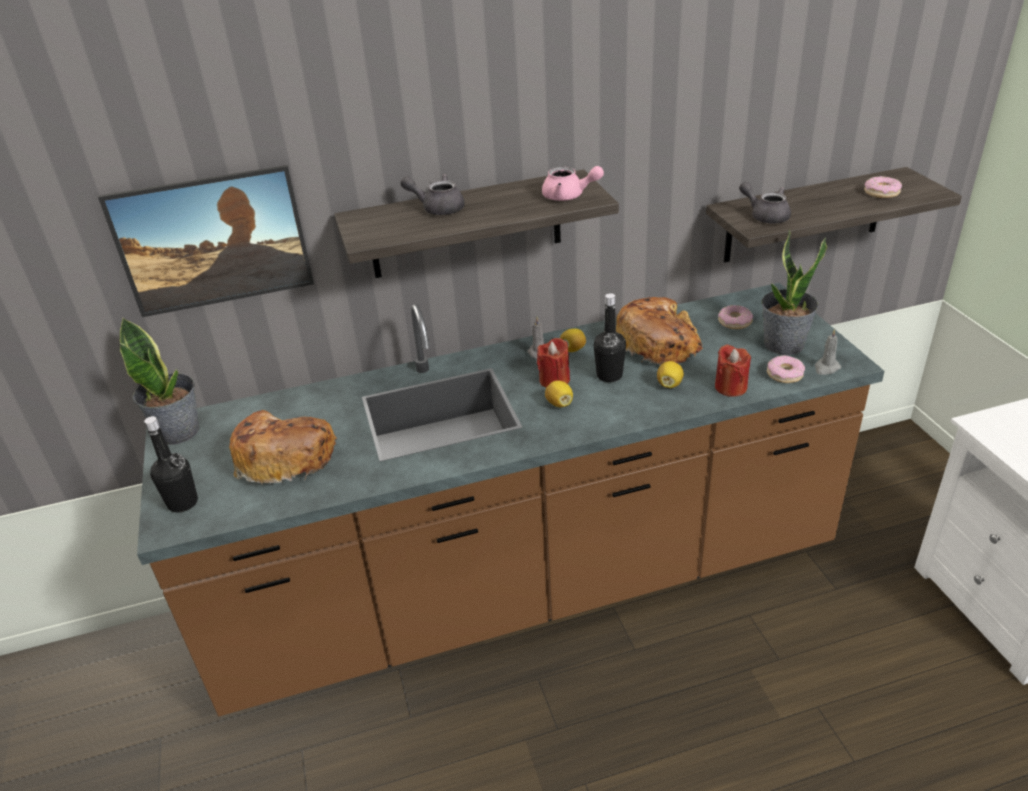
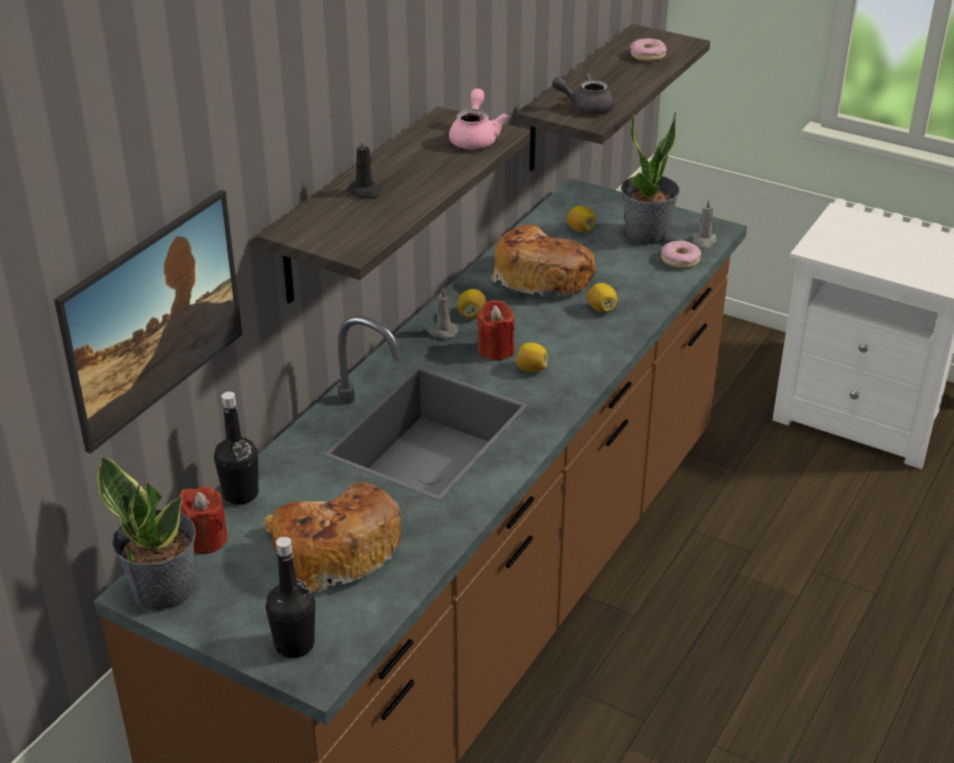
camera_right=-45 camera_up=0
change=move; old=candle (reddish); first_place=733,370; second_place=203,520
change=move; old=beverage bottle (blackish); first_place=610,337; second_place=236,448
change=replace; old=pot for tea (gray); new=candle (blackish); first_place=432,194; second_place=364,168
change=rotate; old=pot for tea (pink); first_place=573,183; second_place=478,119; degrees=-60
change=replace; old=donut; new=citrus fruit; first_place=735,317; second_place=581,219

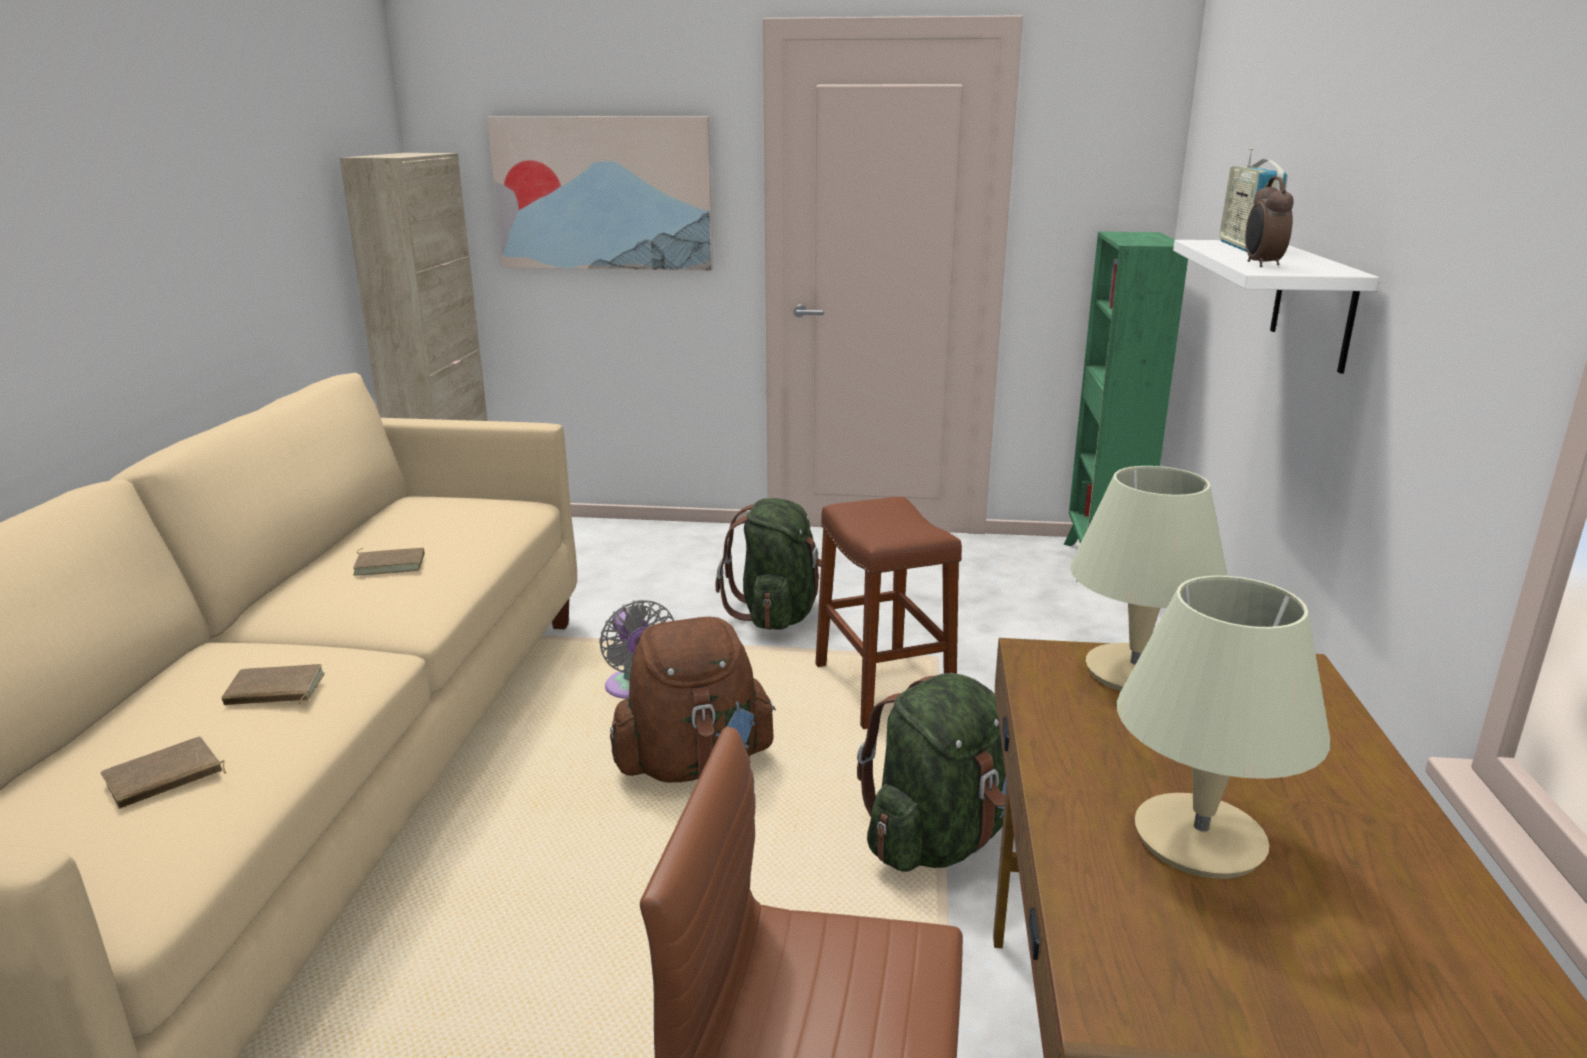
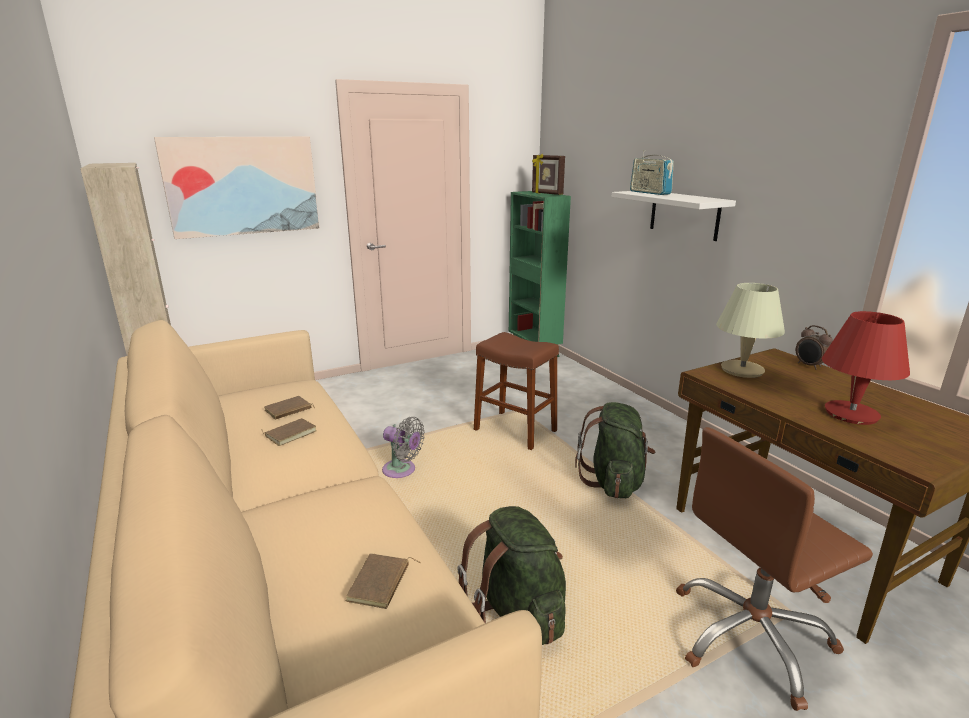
camera_right=-35 camera_up=0
change=move; old=volume (brown-coloured); first_place=273,684; second_place=289,408
change=move; old=knapsack (green); first_place=768,564; second_place=511,575
change=insert; new=picture frame; second_place=548,174
change=move; old=table clock; first_place=1269,221; second_place=814,347
change=recolor; old=tabletop lamp (beige); new=tabletop lamp (reddish); first_place=1223,727; second_place=866,368
change=delete; old=knapsack (brown-coloured); first_place=693,700

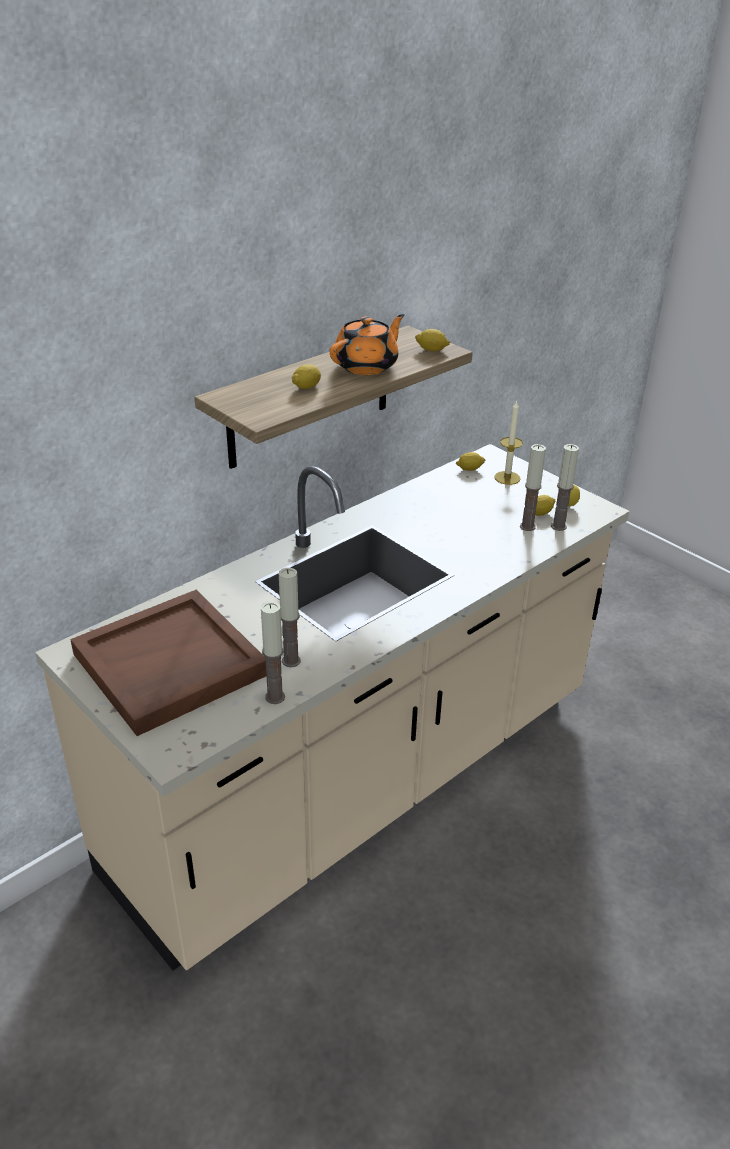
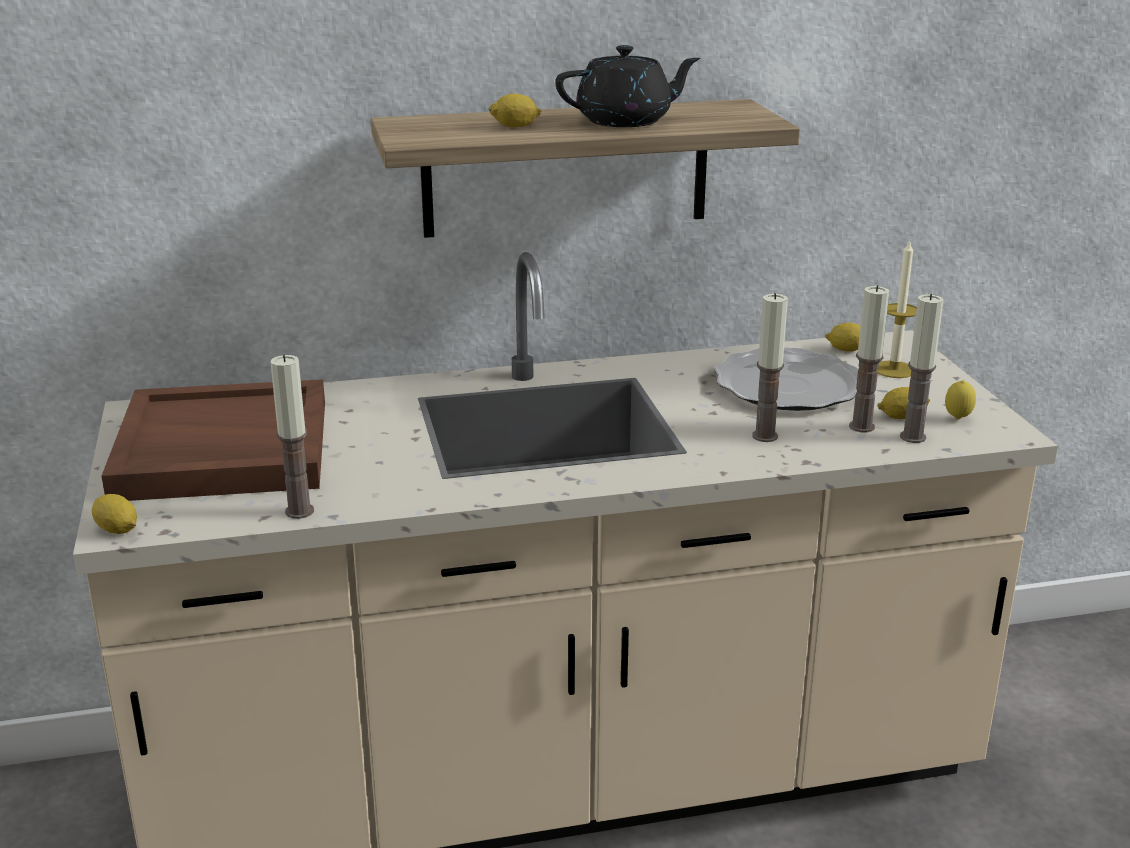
camera_right=30 camera_up=-10
change=move; old=citrus fruit; first_place=432,340; second_place=114,514
change=recolor; old=pot for tea (orange); new=pot for tea (blackish); first_place=367,344; second_place=628,86
change=insert; new=flat dish; second_place=786,379
change=move; old=candle; first_place=290,617; second_place=770,367

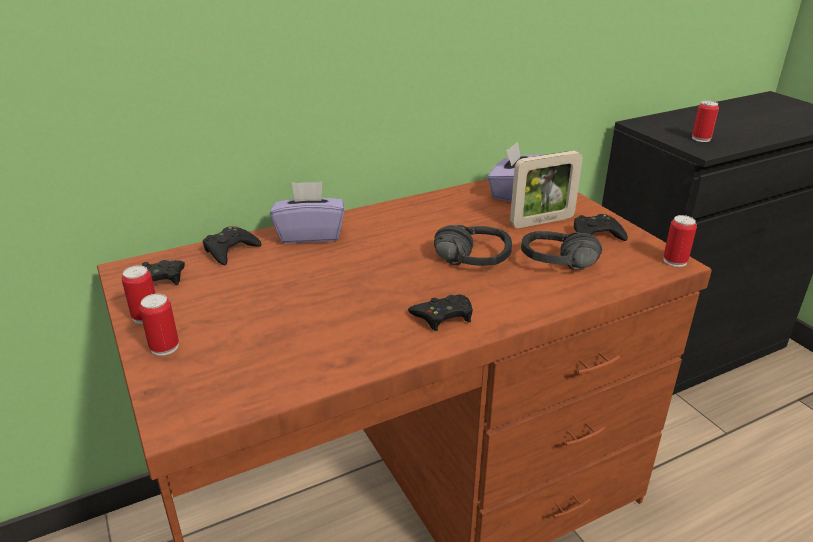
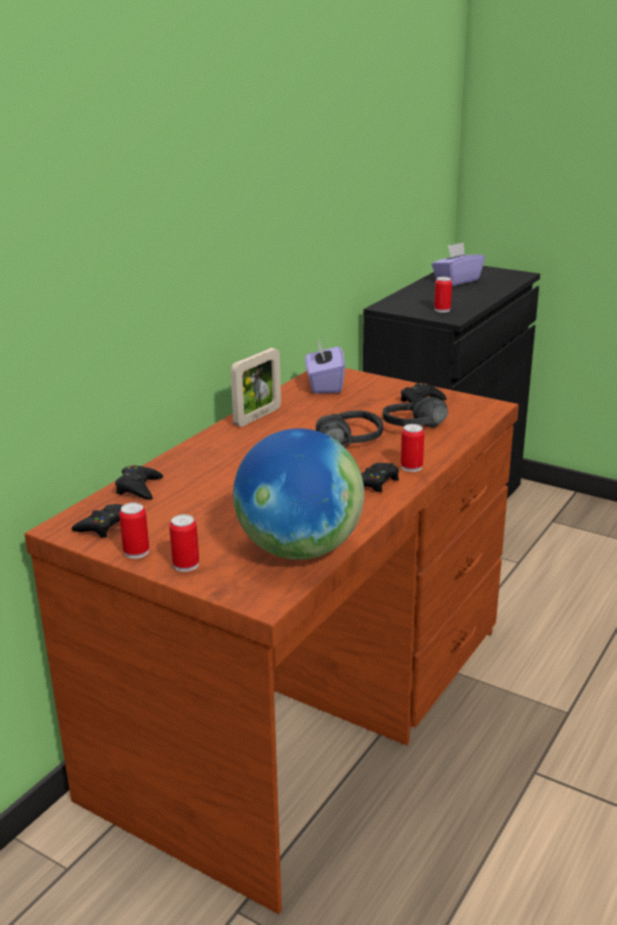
camera_right=-30 camera_up=-5
change=move; old=picture frame; first_place=546,189; second_place=256,387
change=insert; new=globe; second_place=298,494
change=move; old=metal can; first_place=680,241; second_place=412,448
change=move; old=tissue box (purplish); first_place=307,212; second_place=458,264

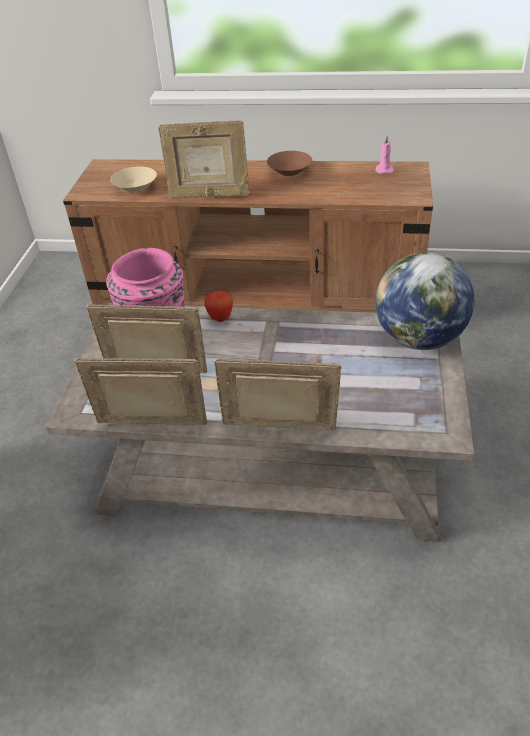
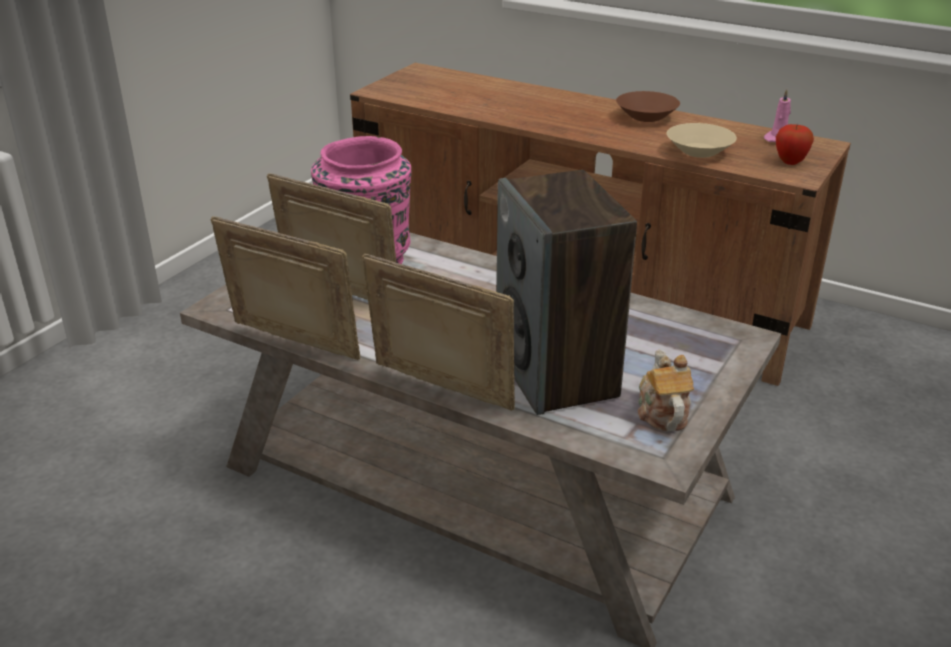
camera_right=20 camera_up=-10
change=insert; new=speaker; second_place=566,292
change=insert; new=pot for tea; second_place=666,390
change=move; old=bowl (beige); first_place=134,179; second_place=702,140
change=move; old=apple fruit; first_place=218,306; second_place=795,144
change=delete; old=picture frame; first_place=204,159
change=delete; old=globe; first_place=424,301

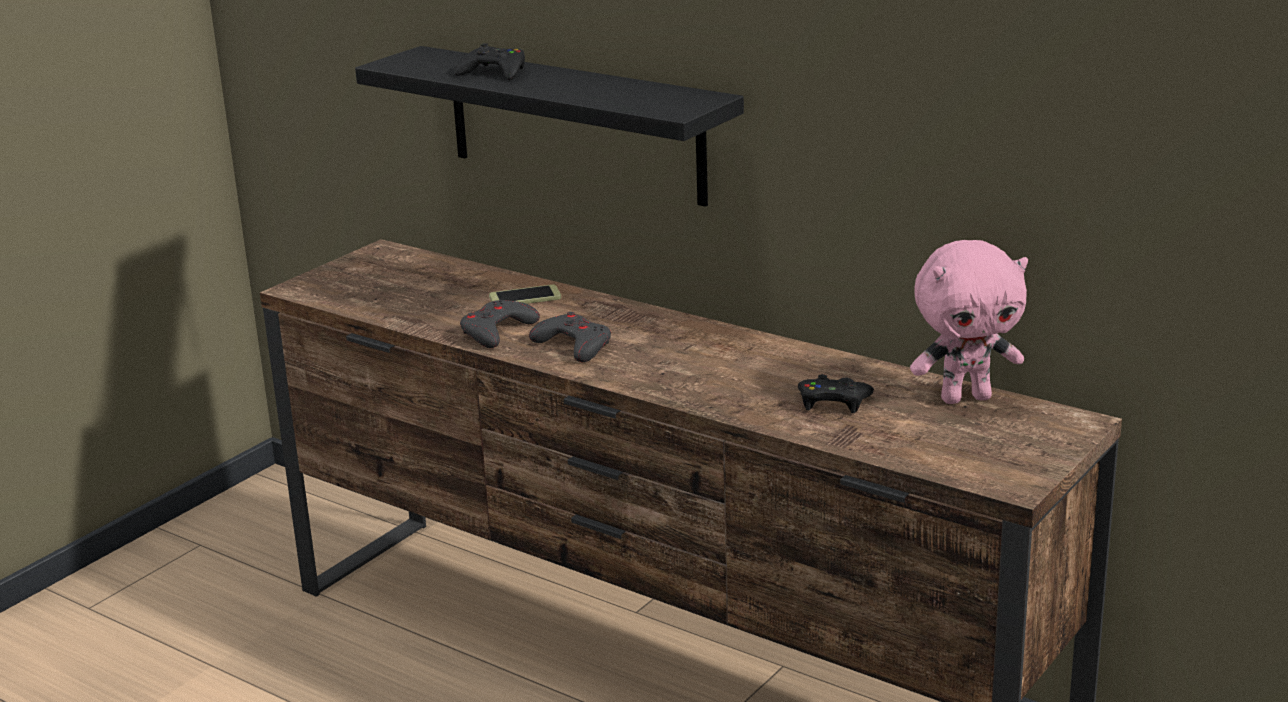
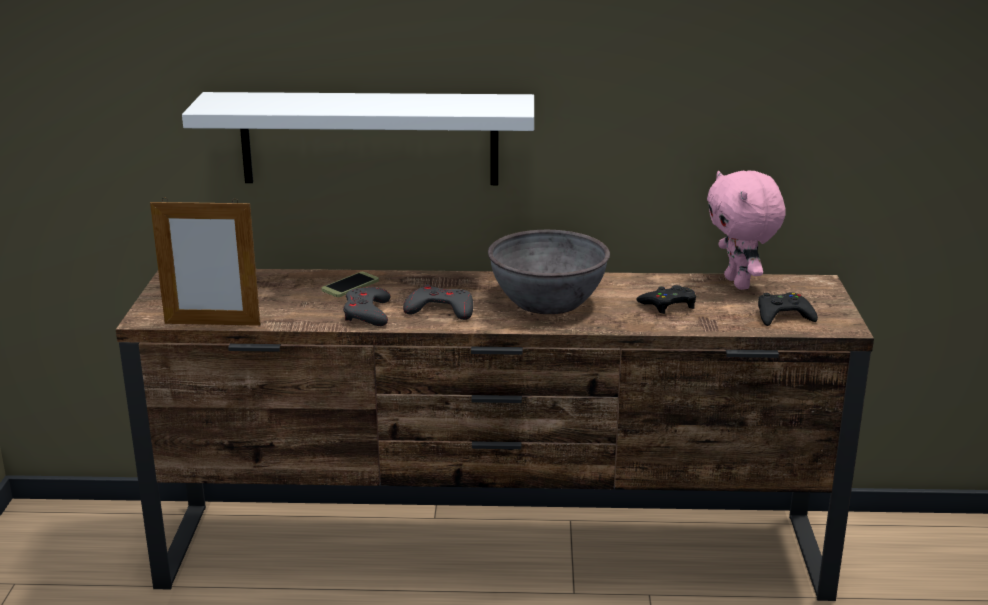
camera_right=-35 camera_up=0
change=insert; new=picture frame; second_place=205,262
change=recolor; old=shelf (blackish); new=shelf (white); first_place=549,126; second_place=358,138
change=insert; new=bowl (gray); second_place=549,272
change=rotate; old=plush toy (pink); first_place=969,322; second_place=746,230; degrees=120
change=move; old=gamepad (blackish); first_place=489,61; second_place=788,309

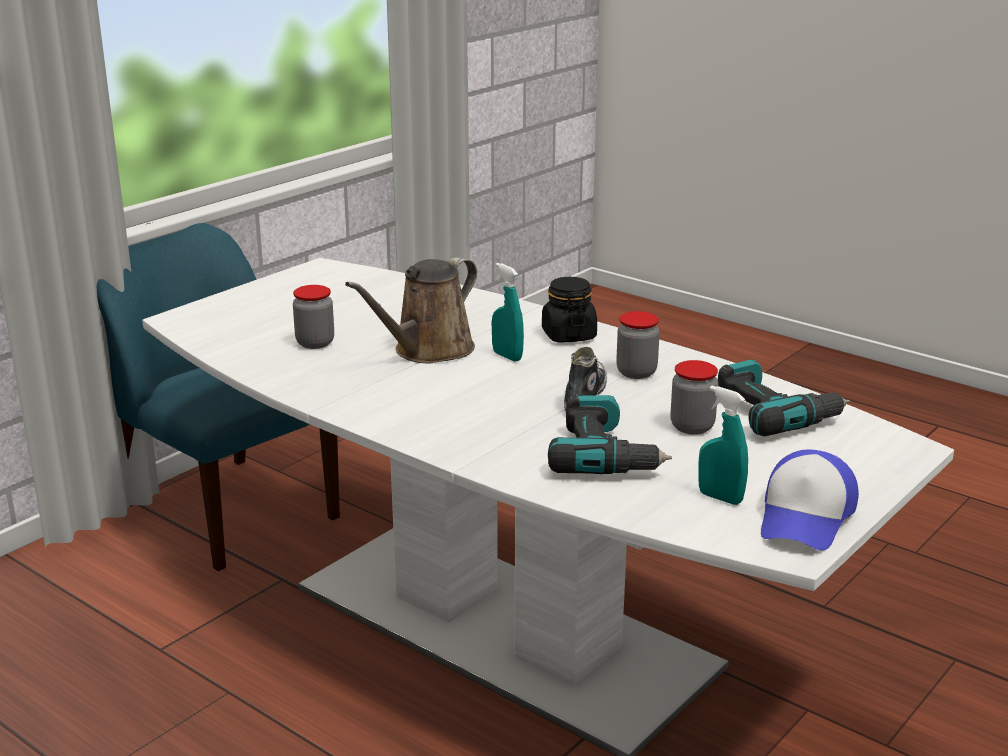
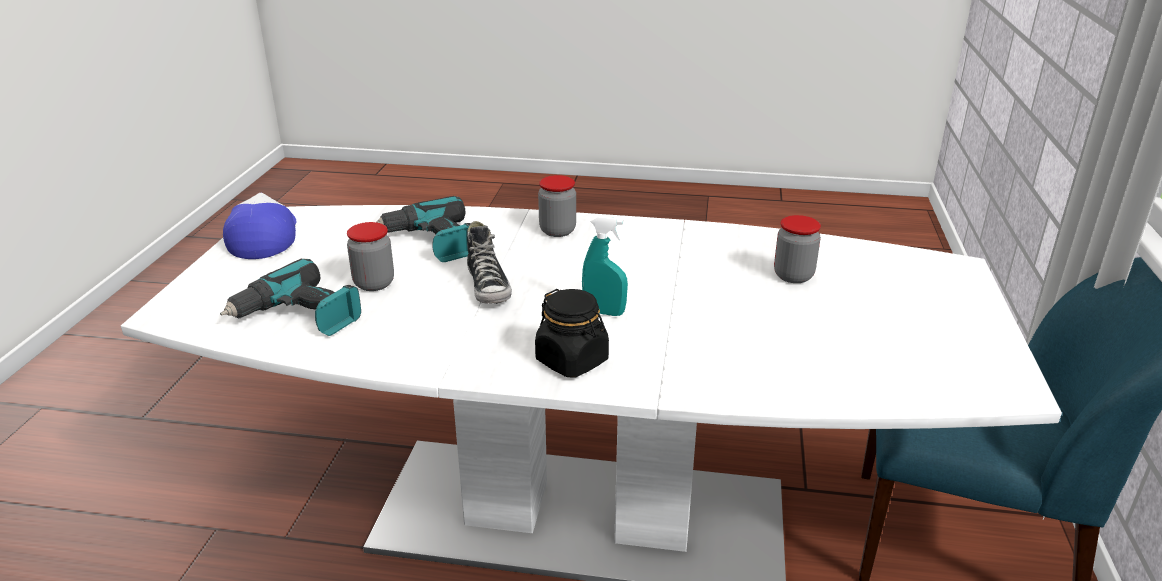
camera_right=150 camera_up=5
change=move; old=jar; first_place=638,345; second_place=557,206
change=delete; old=watering can (brown-coloured); first_place=411,310
change=delete; old=hand sprayer (blue-green); first_place=723,445

